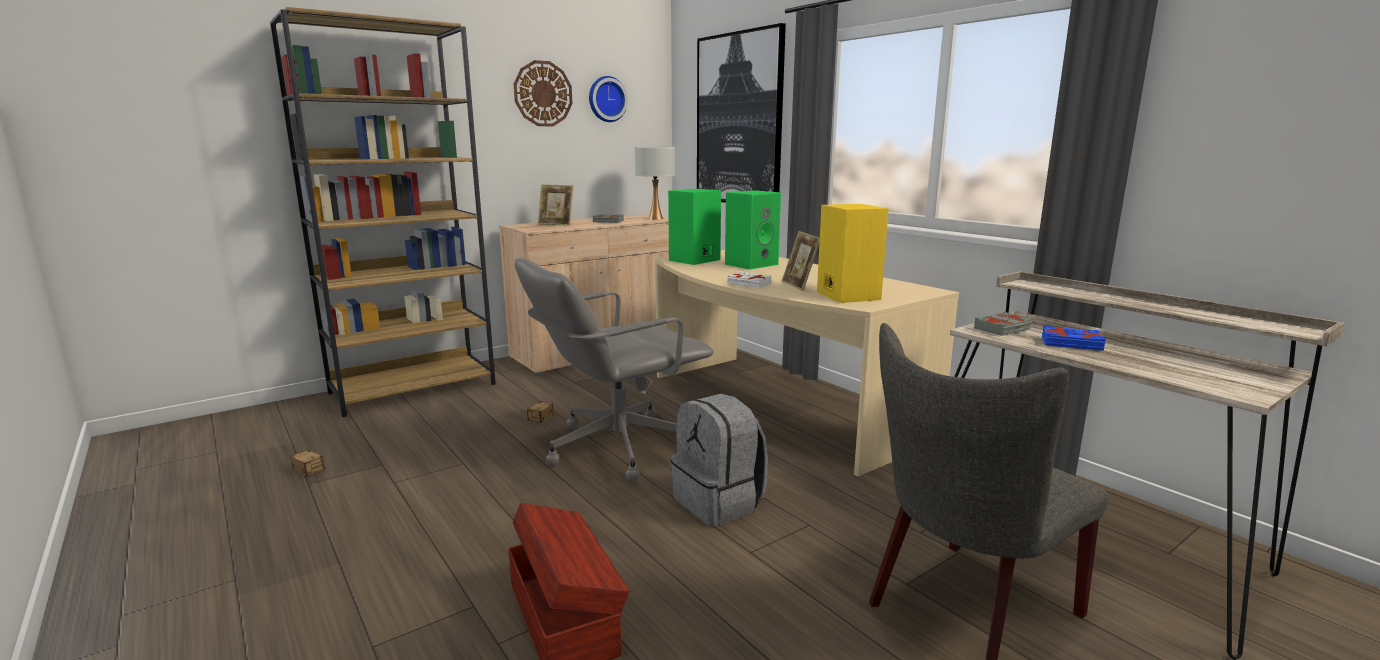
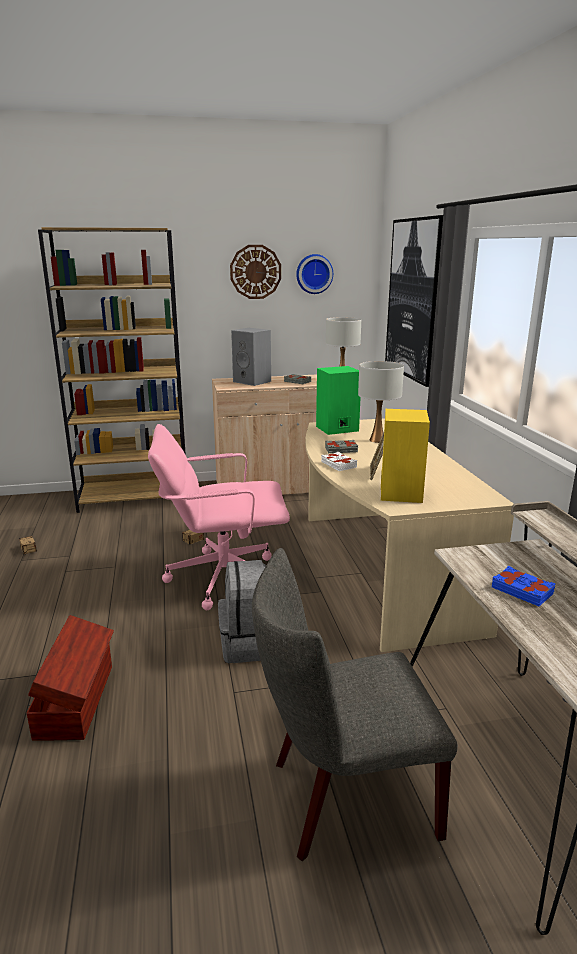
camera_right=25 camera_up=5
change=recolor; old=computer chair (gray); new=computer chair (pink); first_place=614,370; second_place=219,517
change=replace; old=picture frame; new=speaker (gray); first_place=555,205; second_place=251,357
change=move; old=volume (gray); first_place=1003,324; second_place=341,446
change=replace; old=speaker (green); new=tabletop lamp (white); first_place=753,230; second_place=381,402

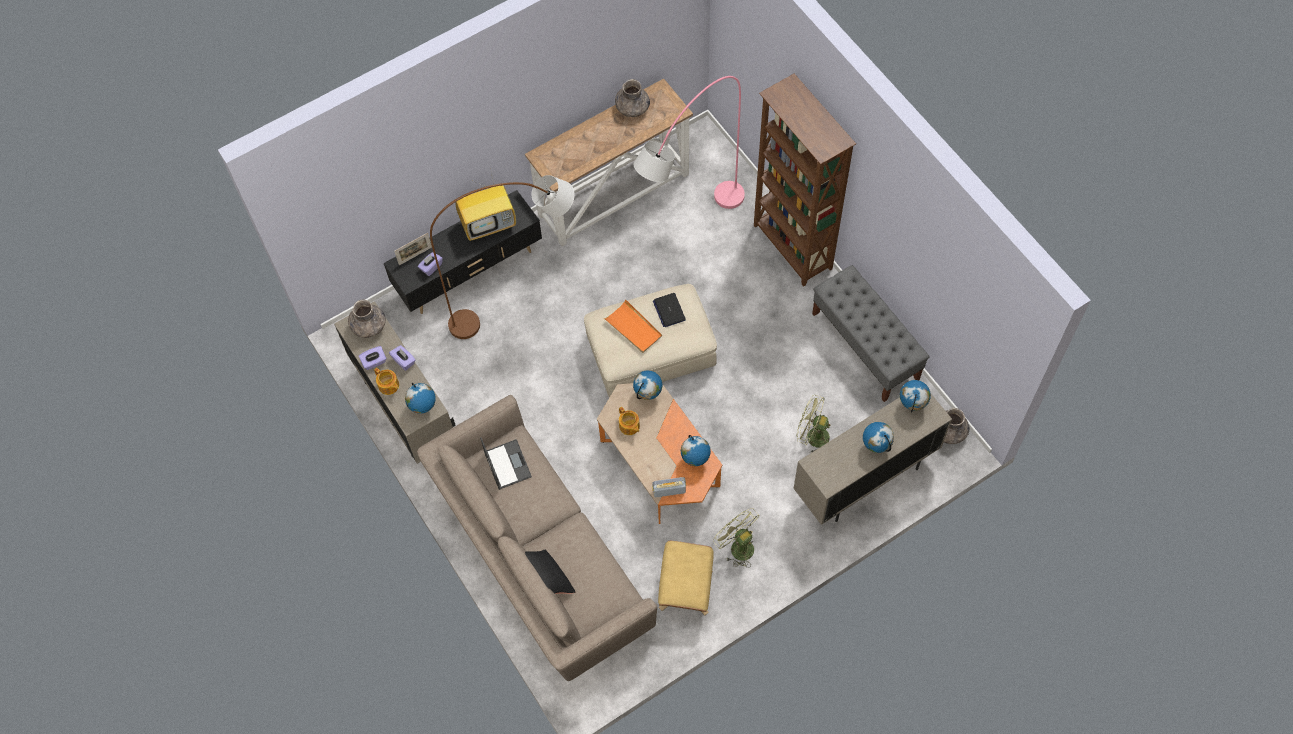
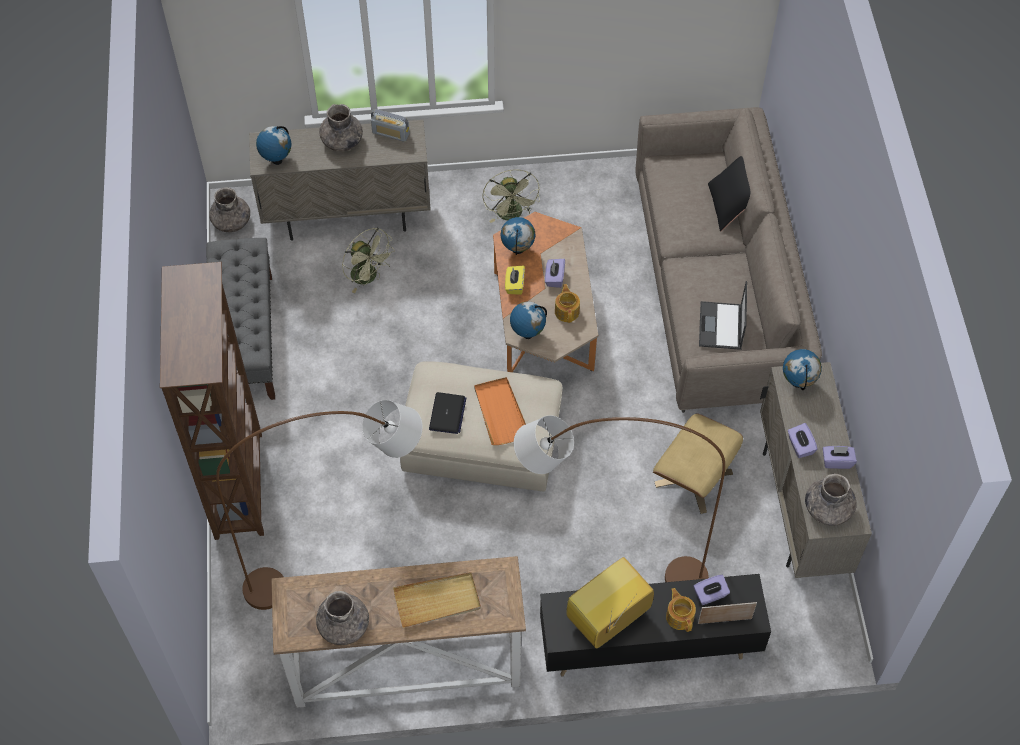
camera_right=-155 camera_up=-5
change=recolor; old=standing lamp (pink); new=standing lamp (brown-coloured); first_place=689,142; second_place=319,505
change=replace; old=globe; new=decorative vase (gray); first_place=878,437; second_place=341,128
change=move; old=radio set; first_place=669,487; second_place=390,125
change=insert; new=tray (beige); second_place=437,600
change=insert; new=tissue box (yellow-coloured); second_place=515,280
change=insert; new=tissue box (purplish); second_place=555,273
change=rotate; old=television; first_place=485,207; second_place=610,603; degrees=-45
change=move; old=ottoman (beige); first_place=686,578; second_place=698,463
change=move; old=pot for tea; first_place=386,381; second_place=681,610

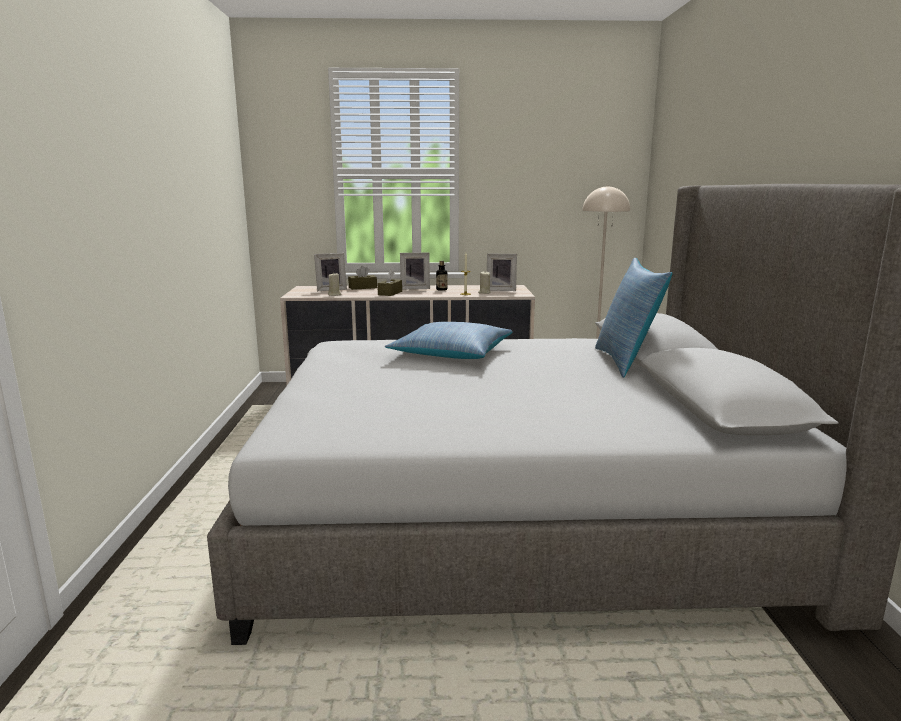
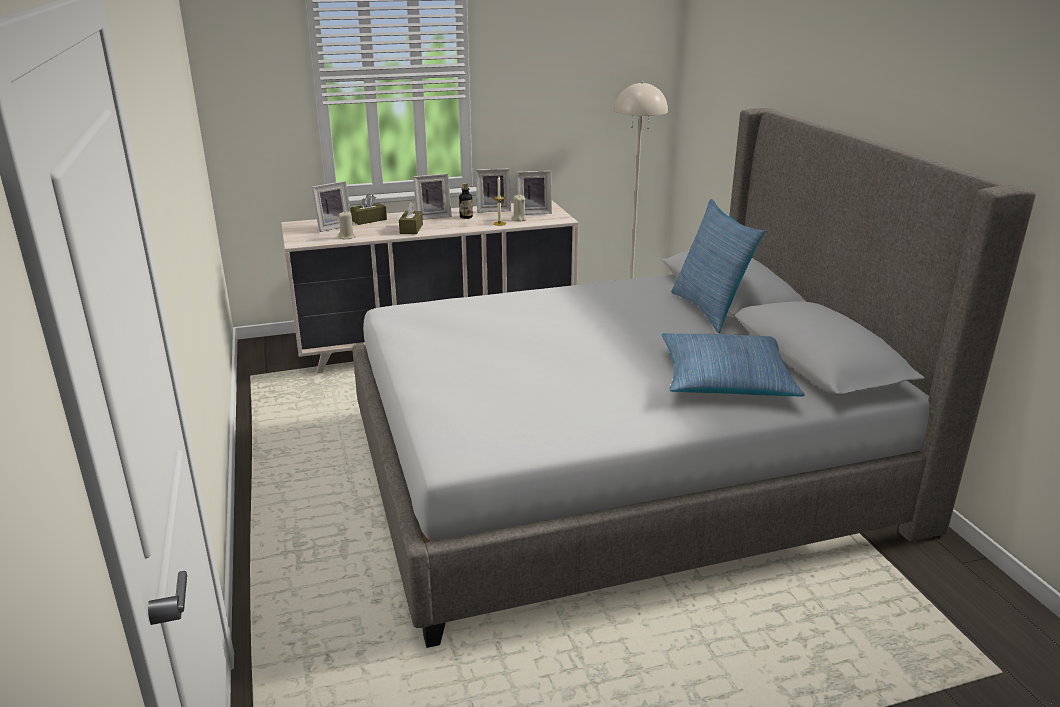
camera_right=-15 camera_up=10
change=insert; new=picture frame; second_place=493,190
change=move; old=throw pillow; first_place=448,340; second_place=733,365

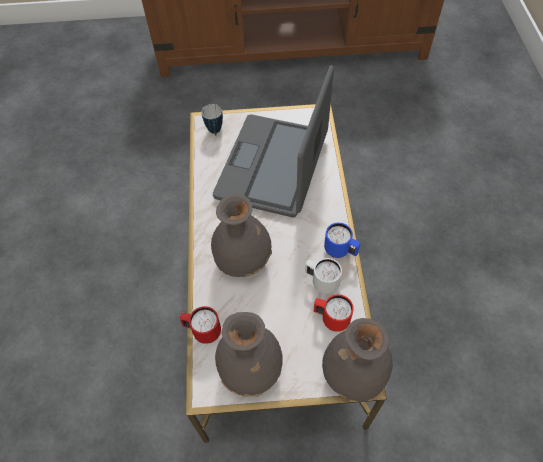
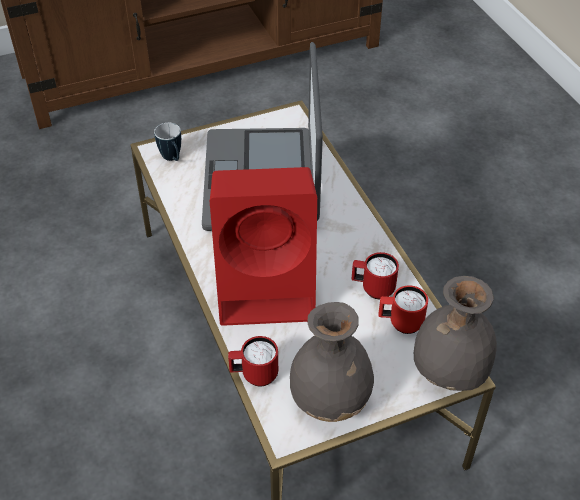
camera_right=-20 camera_up=-10
change=replace; old=decorative vase (gray); new=speaker (reddish); first_place=241,235; second_place=263,246
change=recolor; old=mug (white); new=mug (reddish); first_place=323,276; second_place=375,275
change=delete; old=mug (bluish); first_place=342,240

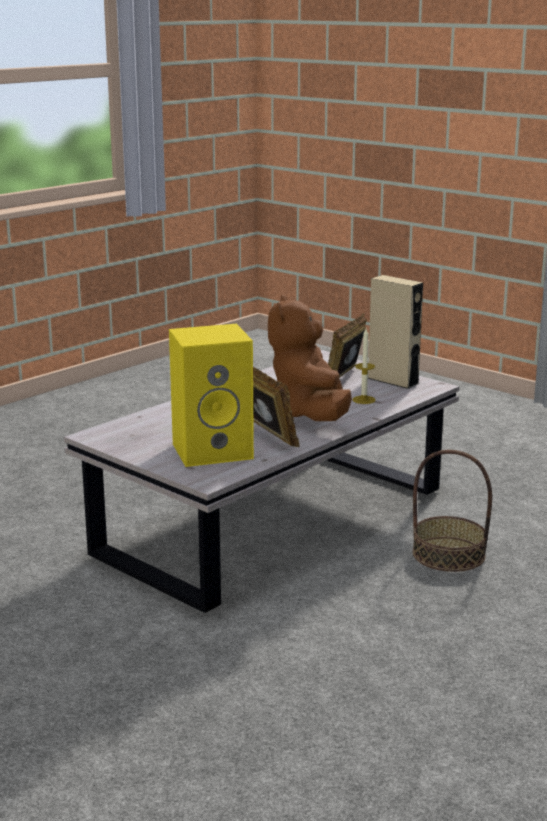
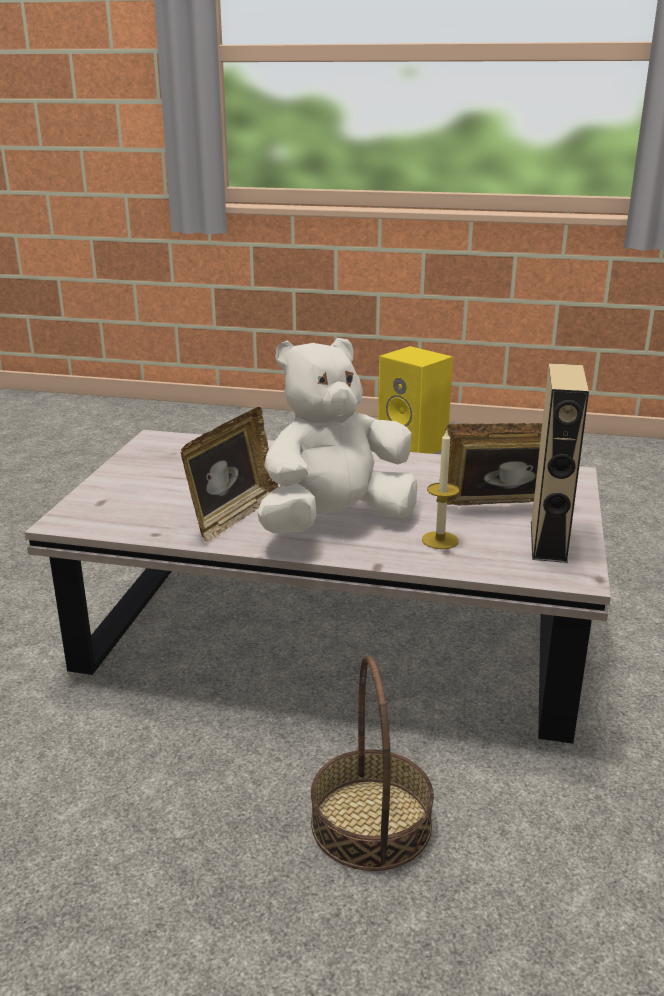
camera_right=60 camera_up=5
change=recolor; old=plush toy (brown-coloured); new=plush toy (white); first_place=310,358; second_place=337,435
change=move; old=speaker (yellow-coloured); first_place=211,395; second_place=415,400

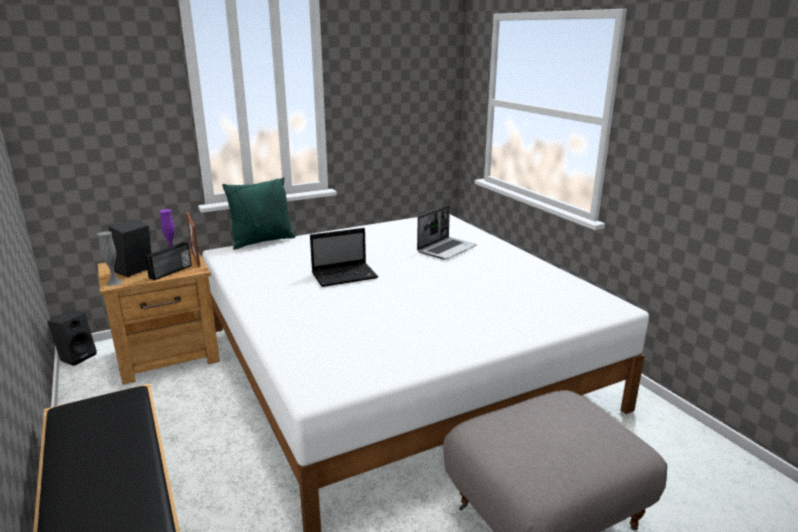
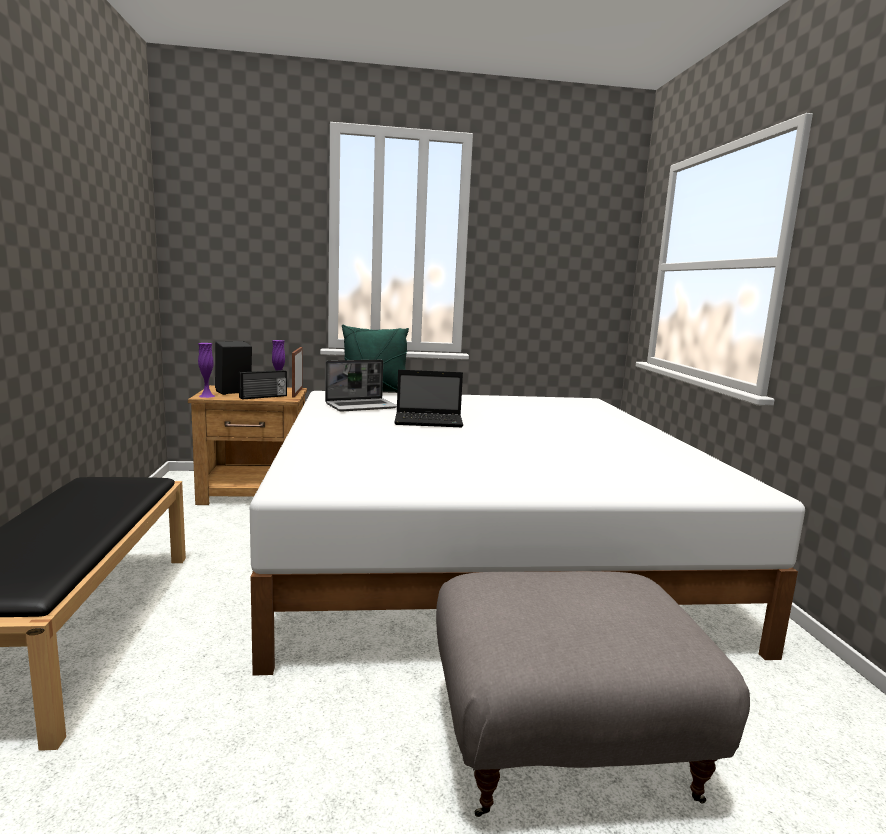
camera_right=20 camera_up=-10
change=recolor; old=decorative vase (gray); new=decorative vase (purplish); first_place=110,258; second_place=206,370
change=move; old=portable computer; first_place=447,232; second_place=361,385
change=delete; old=speaker (blackish); first_place=72,338

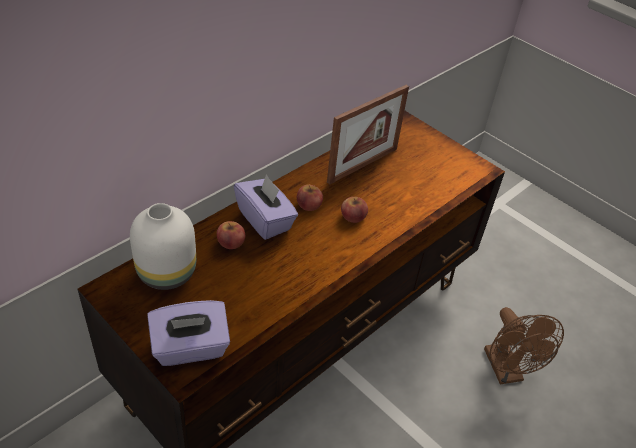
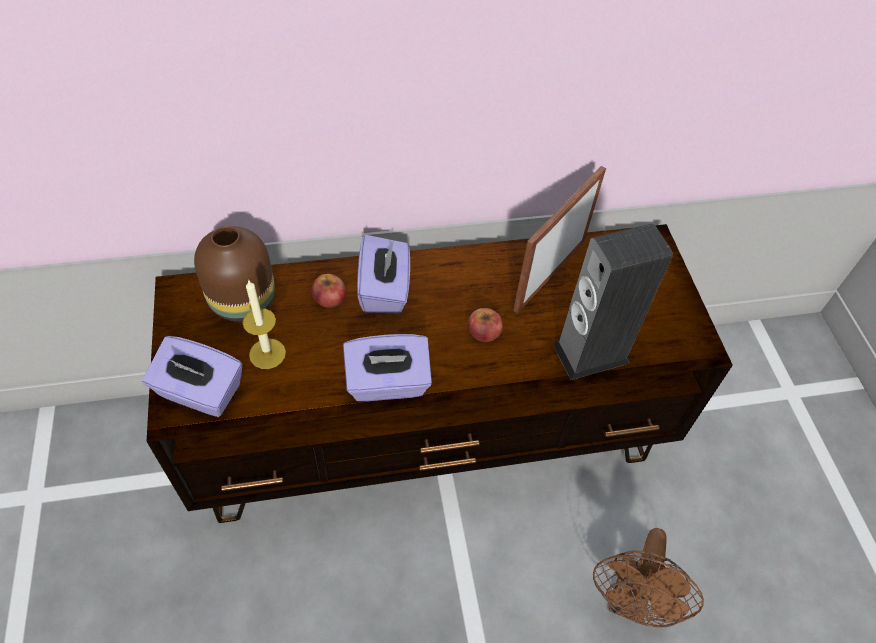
camera_right=35 camera_up=10
change=recolor; old=decorative vase (white); new=decorative vase (brown-coloured); first_place=163,246; second_place=234,274
change=insert; new=candle; second_place=264,324
change=insert; new=tissue box (purplish); second_place=387,367
change=rotate; old=picture frame; first_place=368,135; second_place=559,239; degrees=135
change=insert; new=speaker; second_place=612,301
change=delete; old=apple fruit; first_place=310,198

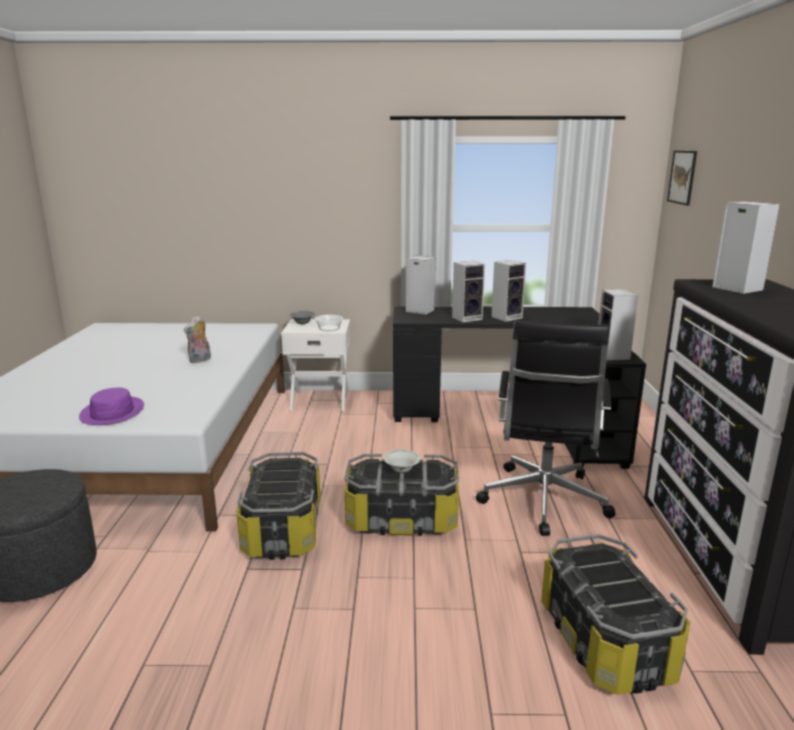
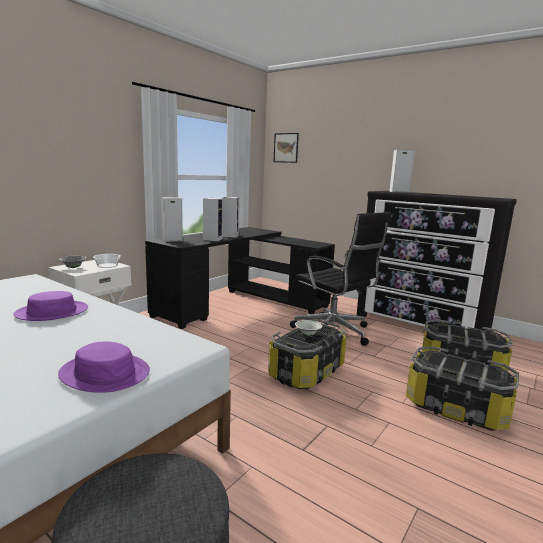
camera_right=-55 camera_up=-5
change=replace; old=plush toy; new=clothing hat (purplish); first_place=197,339; second_place=50,306
change=move; old=storage container; first_place=278,506; second_place=462,388
change=delete; old=speaker; first_place=618,325

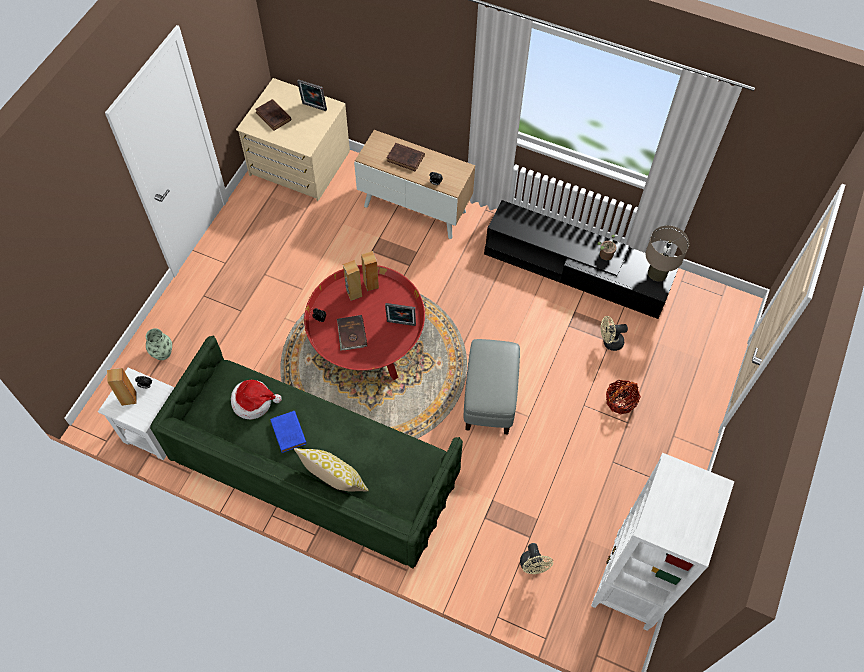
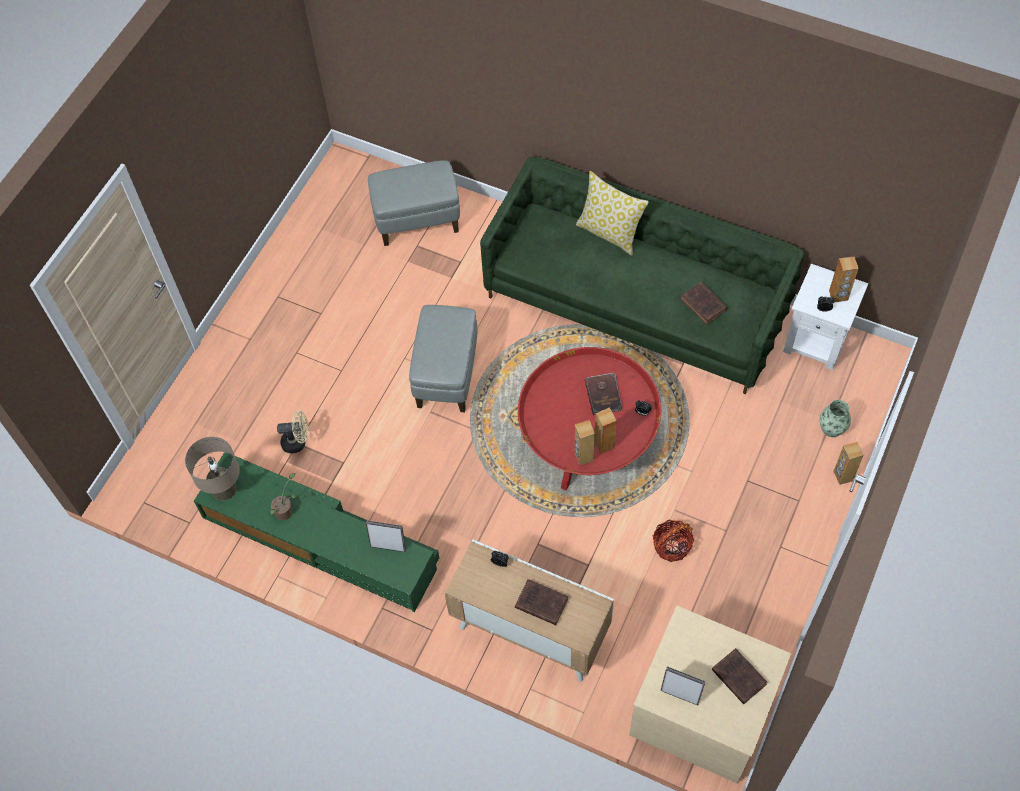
camera_right=-175 camera_up=0
change=recolor; old=tv unit (blackish); new=tv unit (green); first_place=581,259; second_place=316,532
change=move; old=picture frame; first_place=400,314; second_place=386,536
change=replace; old=cooling fan (beige); new=ottoman (gray); first_place=536,558; second_place=414,203
change=move; old=household basket; first_place=623,397; second_place=673,541
change=replace; old=clothing hat; new=volume (brown-coloured); first_place=256,400; second_place=704,303
change=insert; new=speaker (brown-coloured); second_place=848,463
change=delete; old=volume (bluish); first_place=288,432
change=delete; old=shelving unit (white); first_place=663,542

